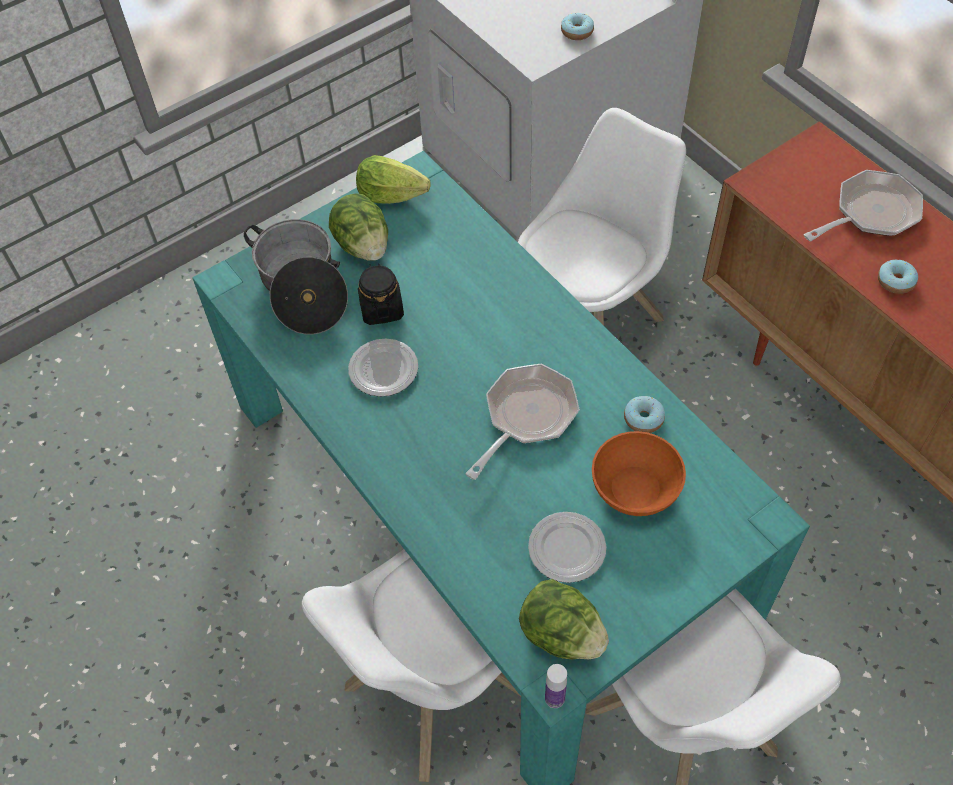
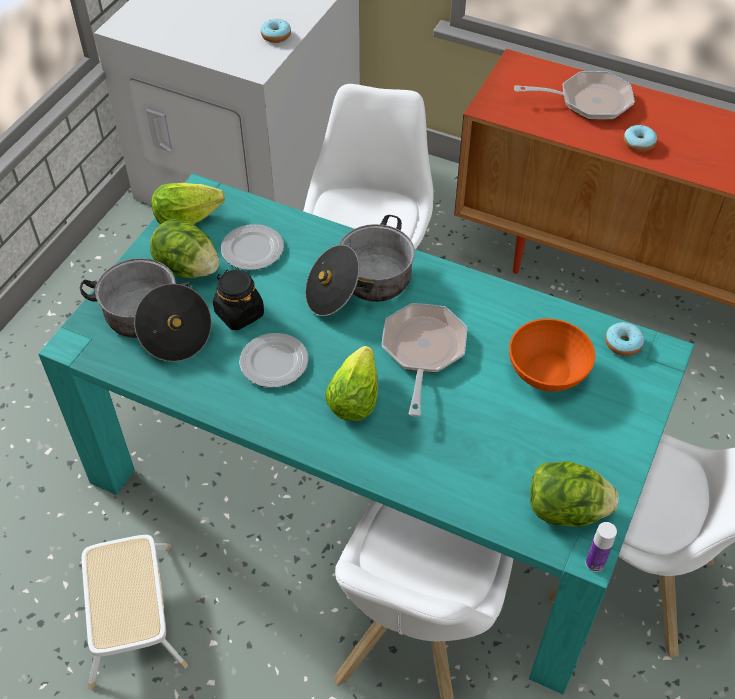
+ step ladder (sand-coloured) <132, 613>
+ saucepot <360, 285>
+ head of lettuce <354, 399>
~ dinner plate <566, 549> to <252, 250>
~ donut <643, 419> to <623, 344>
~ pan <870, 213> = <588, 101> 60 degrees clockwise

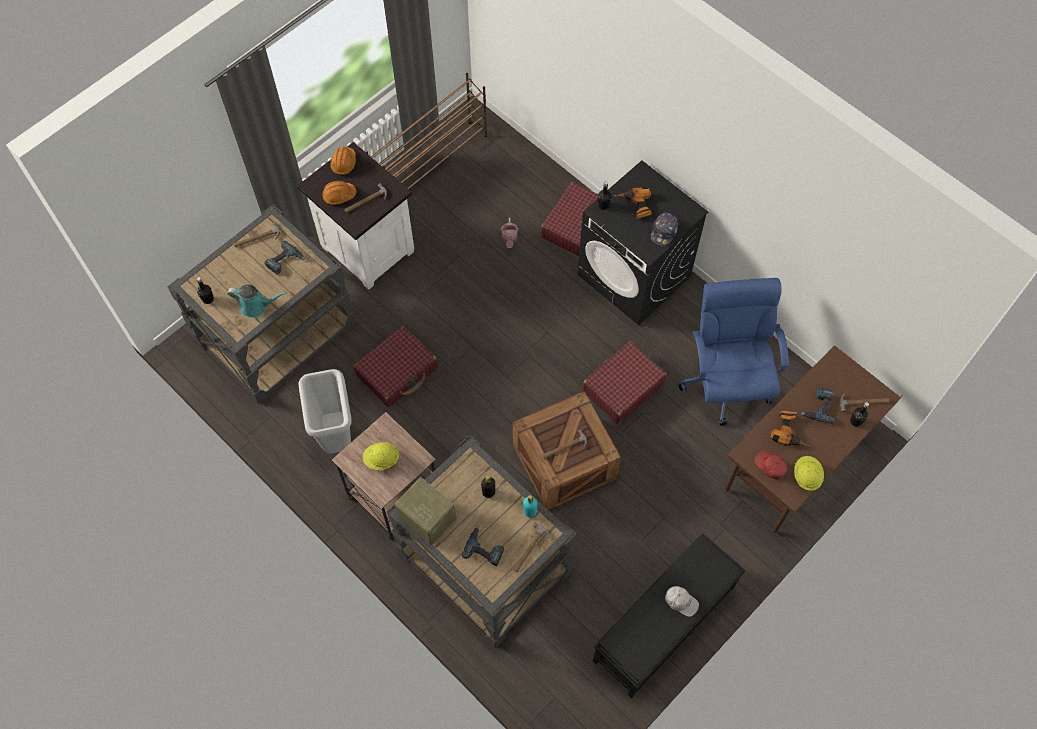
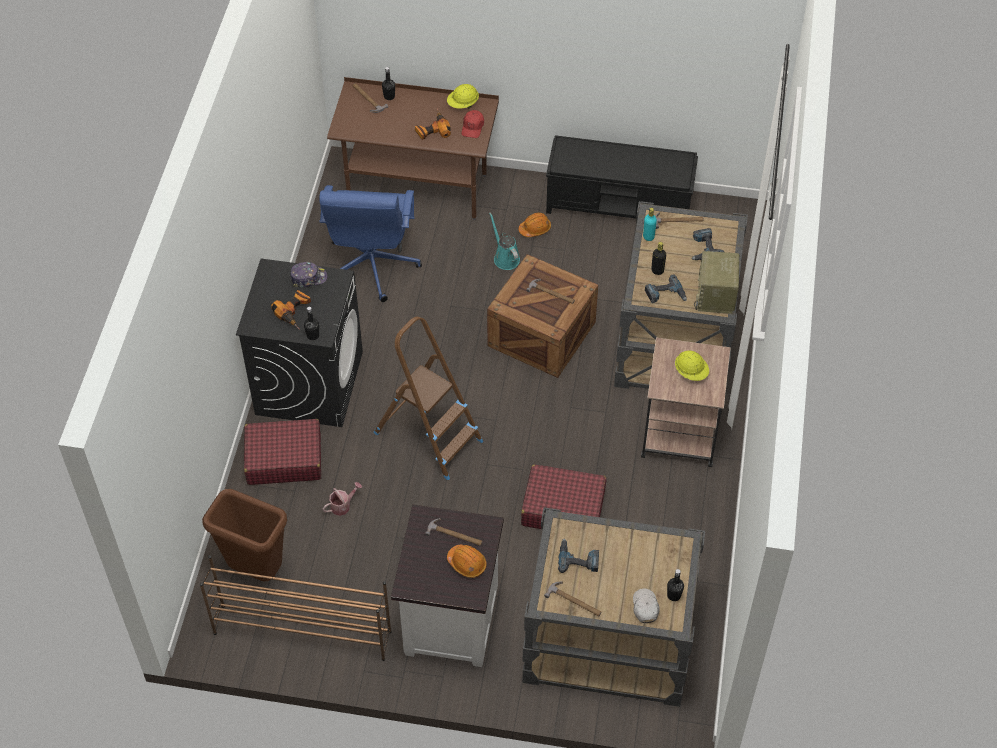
- rubbish bin (greyish) <336, 437>
- suitcase (red) <622, 387>
+ rubbish bin (brown-coloured) <255, 571>
+ step ladder (brown-coloured) <429, 437>
~ watering pot (blue-green) <256, 306> to <505, 257>
~ work helmet (orange) <343, 163> to <535, 229>
~ baseball cap (white) <681, 601> to <645, 608>
~ power drill <818, 406> to <665, 294>
~ computer chair (bluish) <726, 382> = <372, 264> 45 degrees counterclockwise

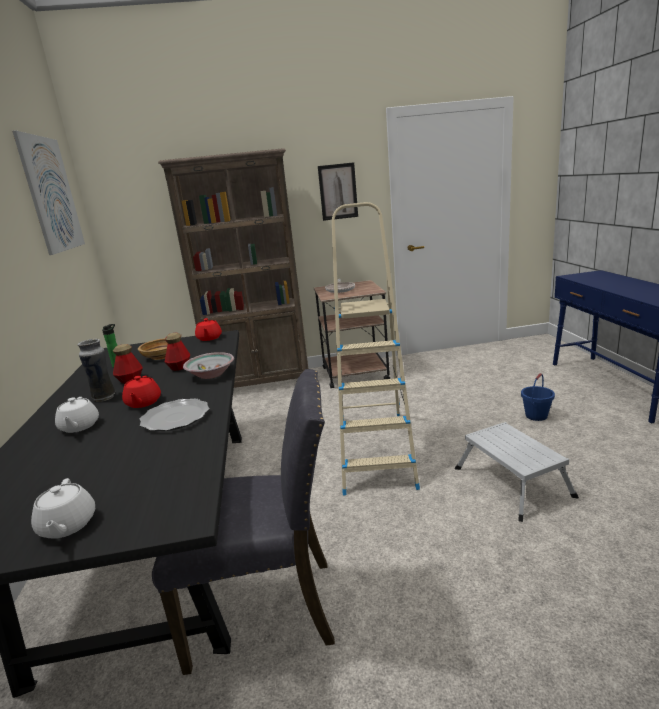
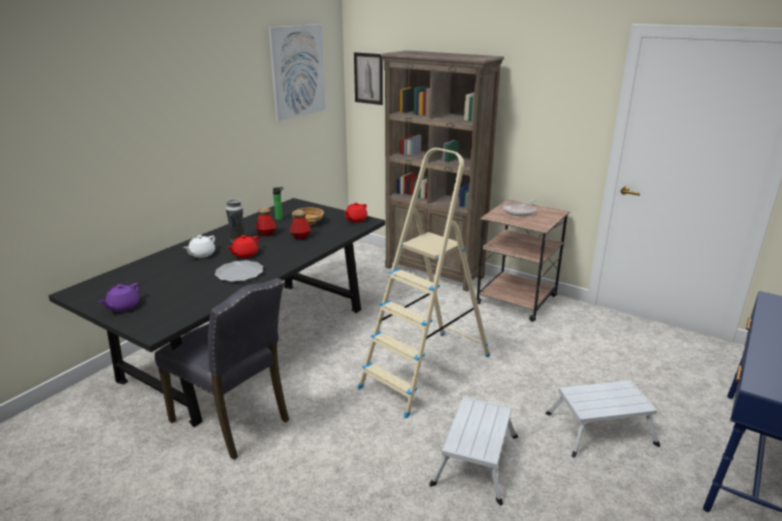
- serving bowl <211, 374>
~ wall art <338, 191> to <368, 78>
~ water bucket (bluish) <536, 415> to step ladder (white) <601, 429>
~ tea pot (white) <67, 526> to tea pot (purple-coloured) <123, 307>

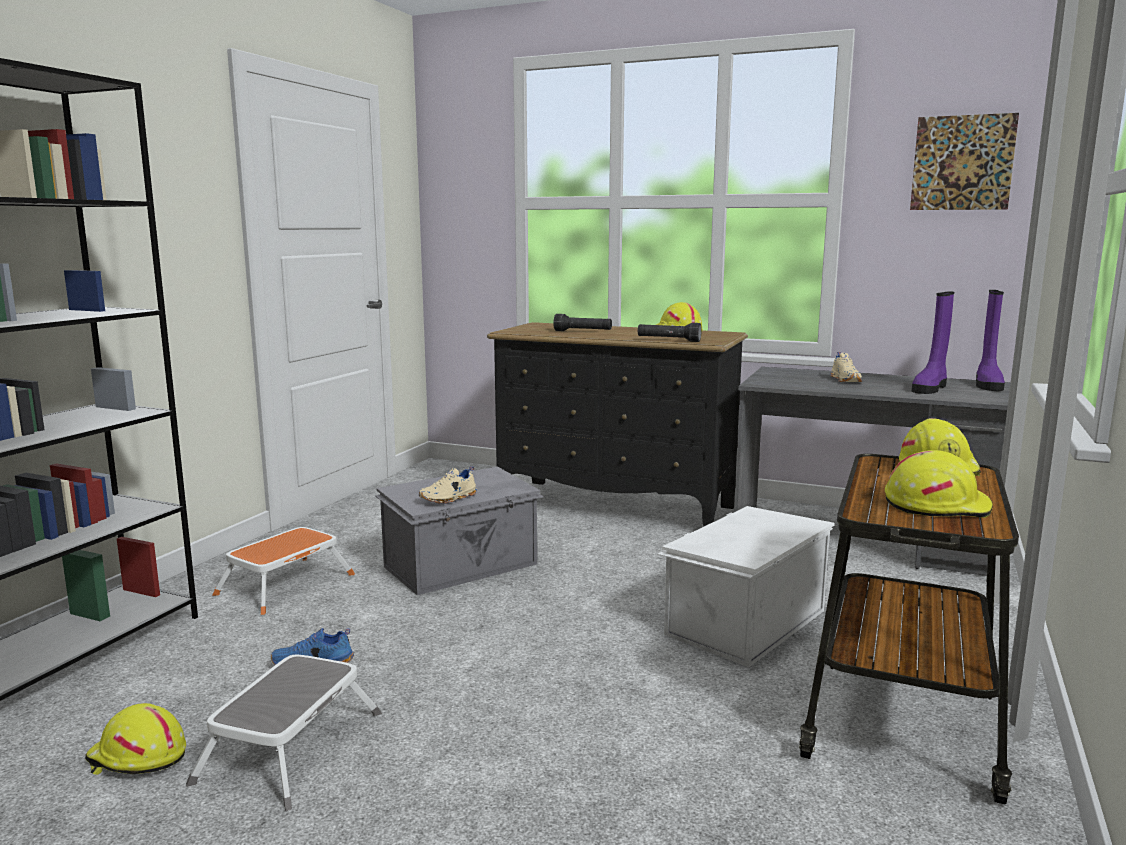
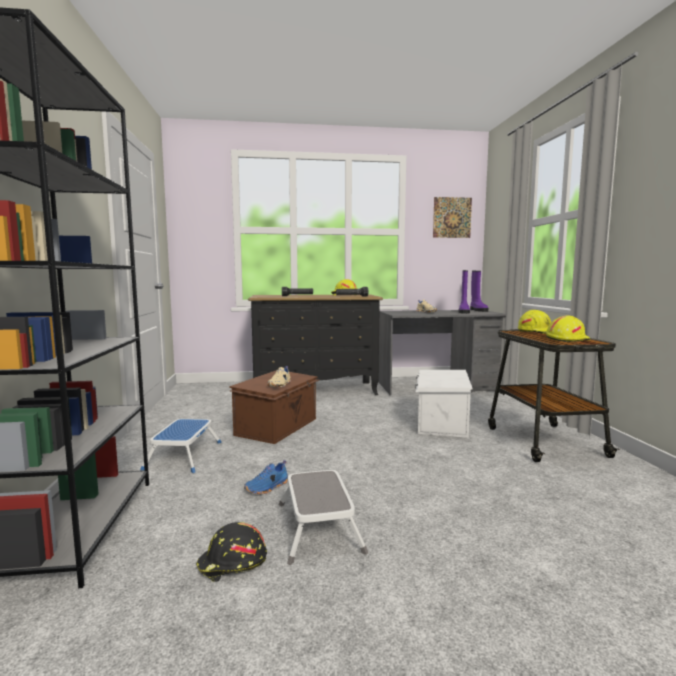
~ work helmet (yellow) <137, 758> to work helmet (black) <232, 564>
~ step ladder (orange) <286, 584> to step ladder (bluish) <184, 455>
~ storage container (greyish) <462, 566> to storage container (brown-coloured) <278, 427>

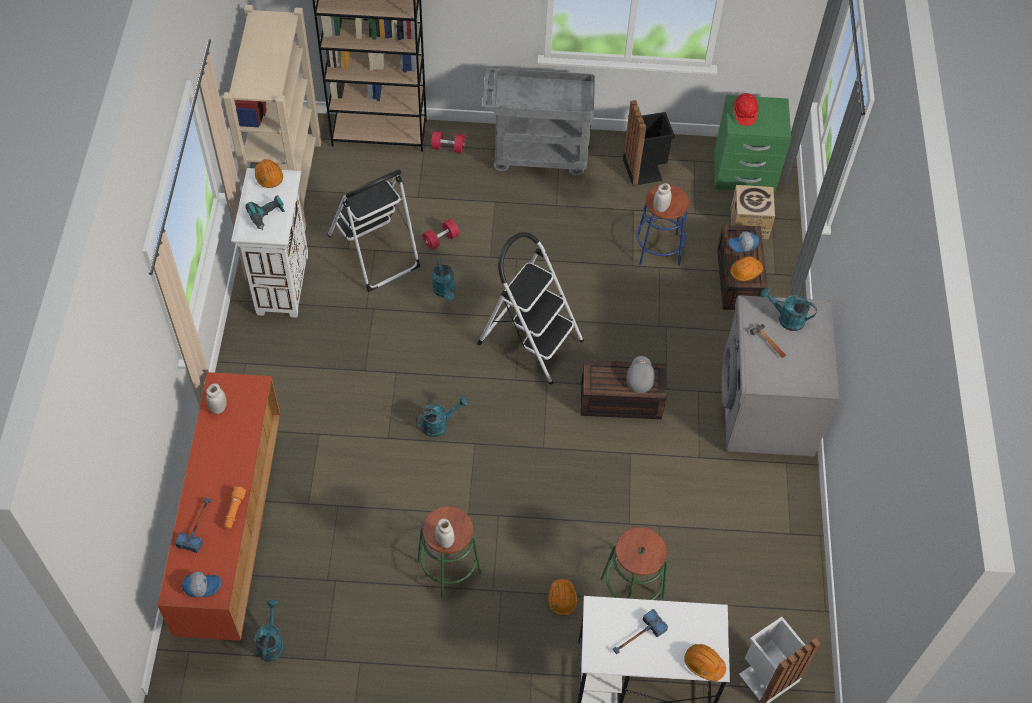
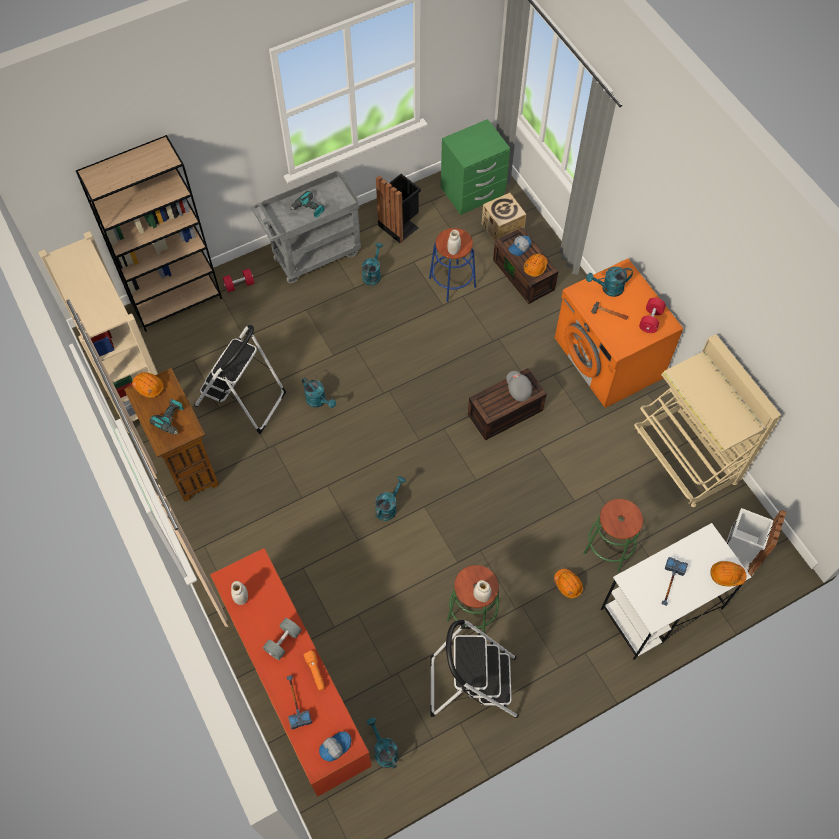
- work helmet (red) <744, 113>
+ free weight (greyish) <283, 641>
+ power drill <308, 209>
+ watering pot (blue-green) <372, 274>
+ shoe rack (sand-coloured) <683, 458>
~ free weight (red) <441, 240> to <650, 320>
~ step ladder <528, 340> to <470, 685>
~ cupboard (white) <282, 284> to cupboard (brown-coloured) <186, 465>
~ laundry appliance (greyish) <764, 408> to laundry appliance (orange) <606, 362>

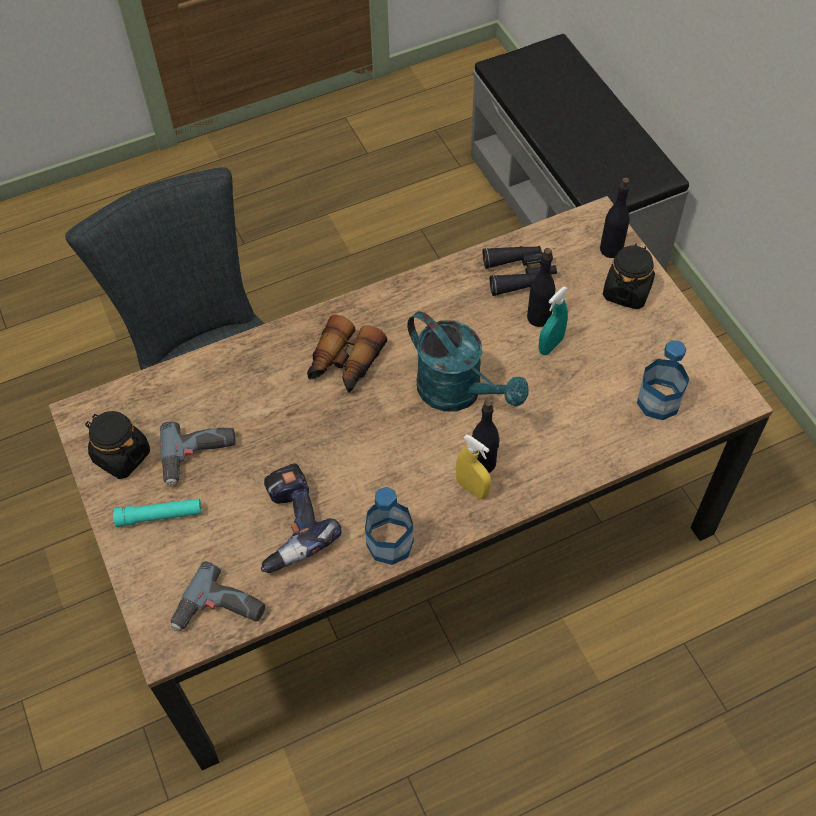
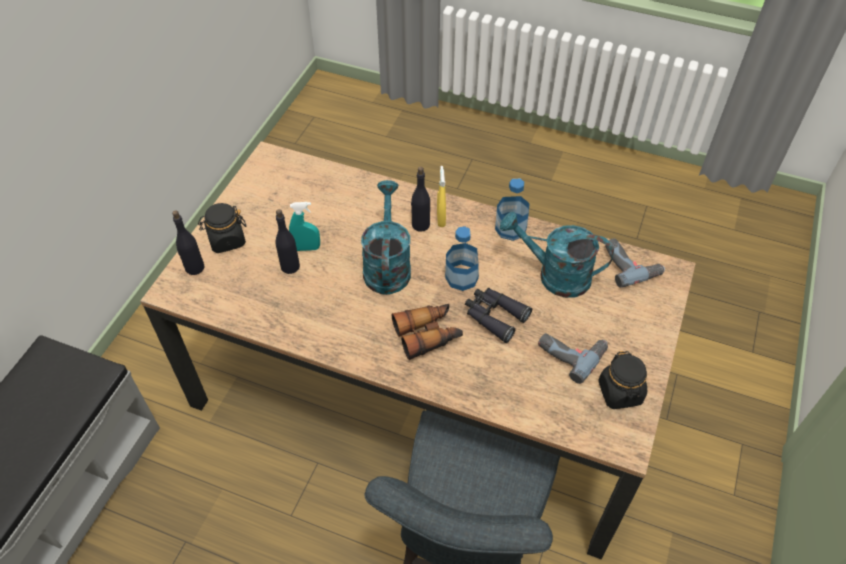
- torch (blue-green) <160, 516>
~ binoculars (black) <520, 274> to <494, 316>
~ beverage bottle <658, 401> to <461, 277>
~ power drill <288, 526> to watering pot (blue-green) <554, 275>

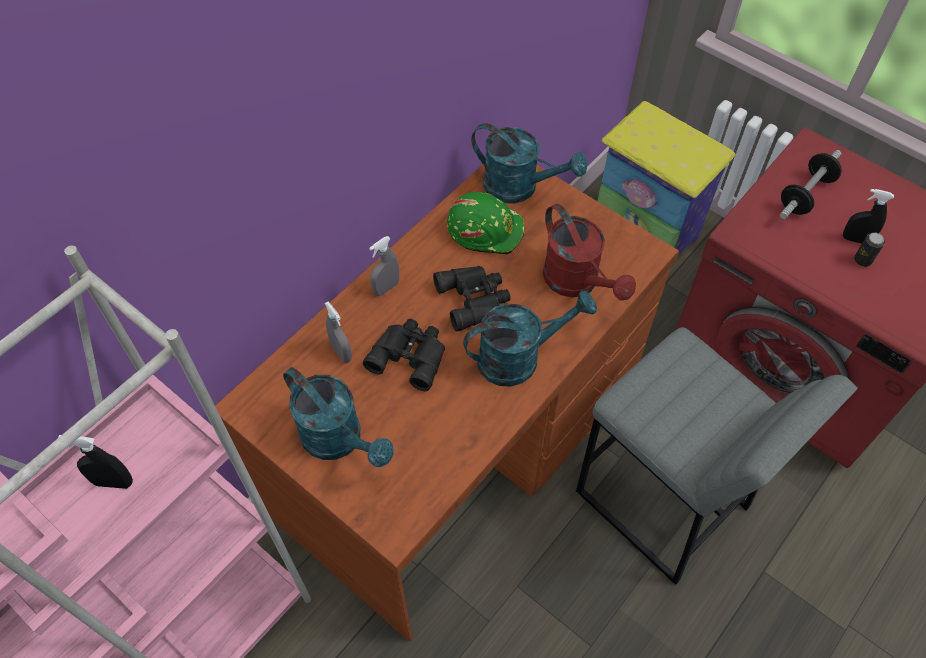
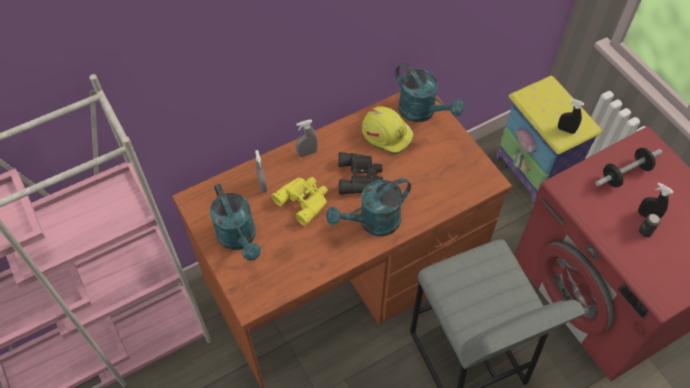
- watering pot (red) <577, 282>
~ hand sprayer (black) <113, 482> to <566, 130>
~ binoculars (black) <410, 355> to binoculars (yellow) <304, 200>
~ work helmet (green-coloured) <485, 229> to work helmet (yellow) <387, 133>
~ watering pot (blue-green) <519, 357> = <373, 223> 150 degrees clockwise

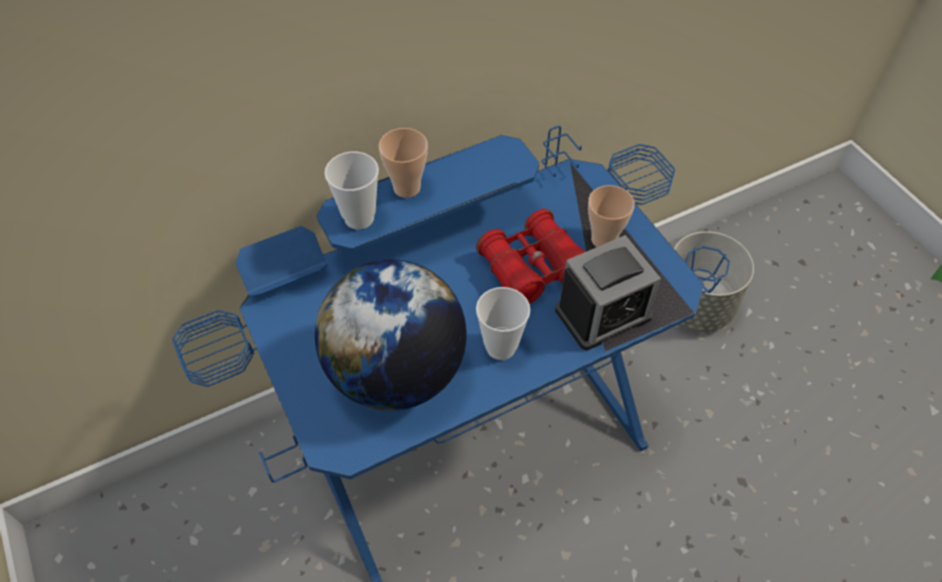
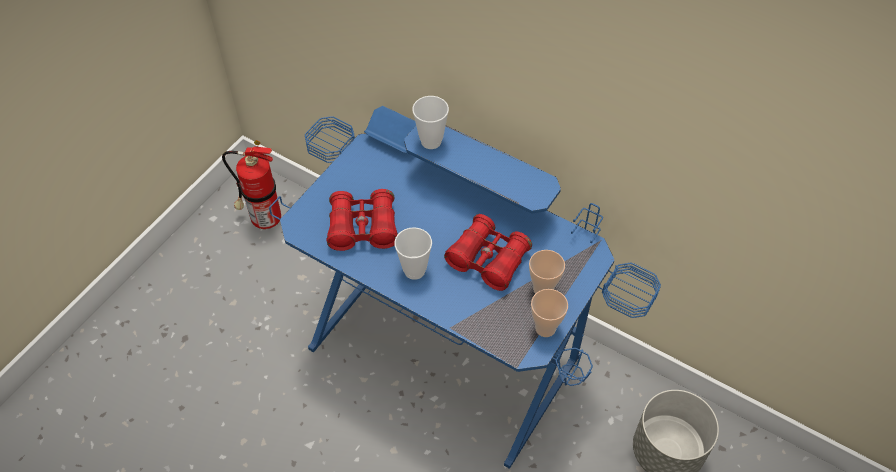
- table clock <603, 313>
+ extinguisher <263, 220>
~ small cup <407, 188> to <545, 328>
~ world globe <397, 372> to binoculars (red) <363, 228>

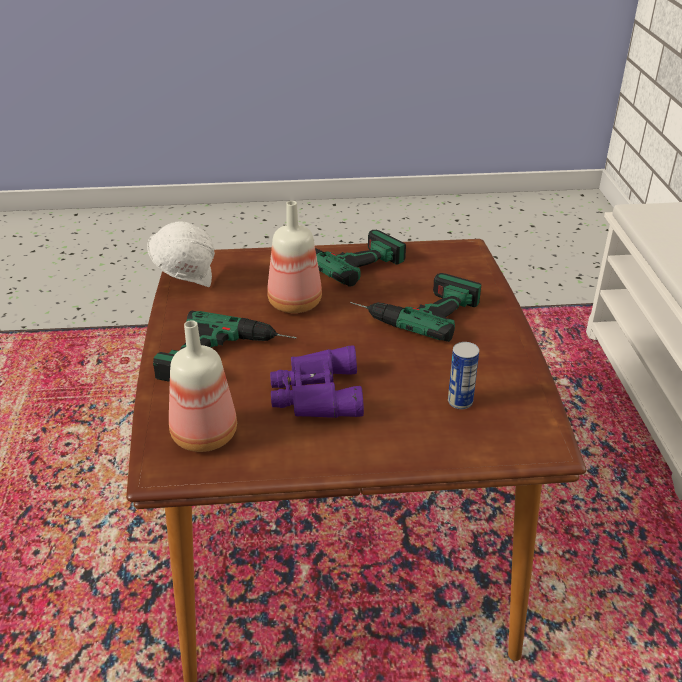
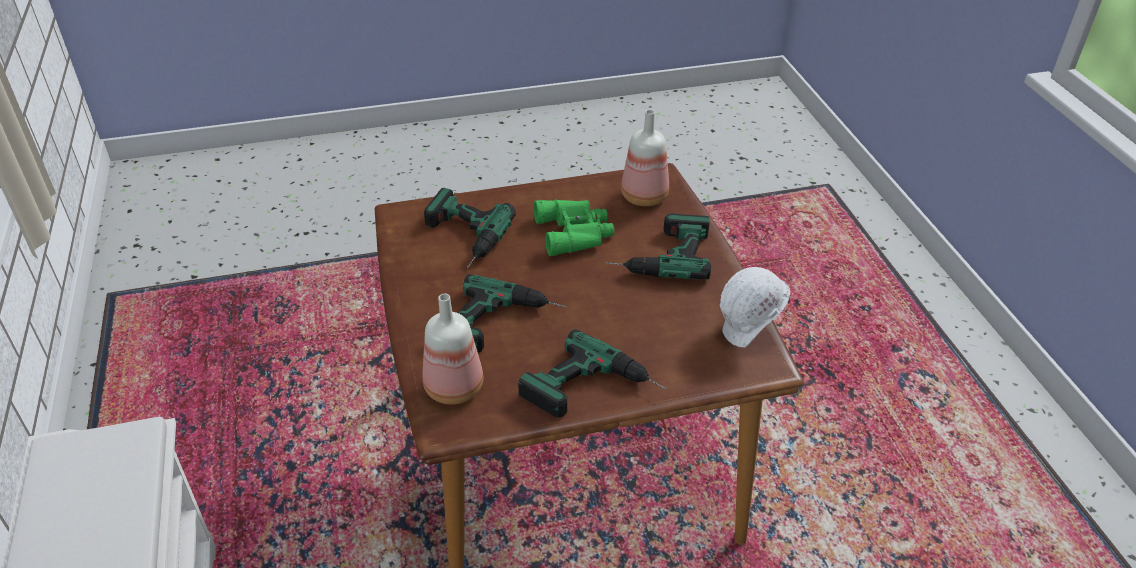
~ beverage bottle <295, 304> to <453, 386>
~ sealed can <460, 402> to power drill <460, 238>
~ binoculars (purple-coloured) <315, 394> to binoculars (green-coloured) <575, 232>

